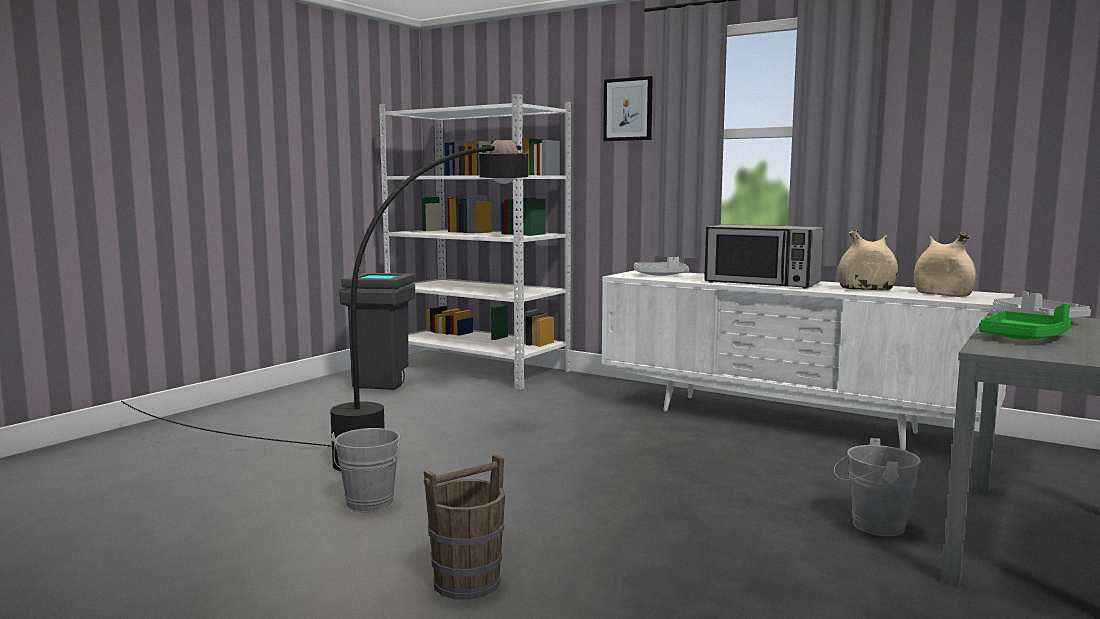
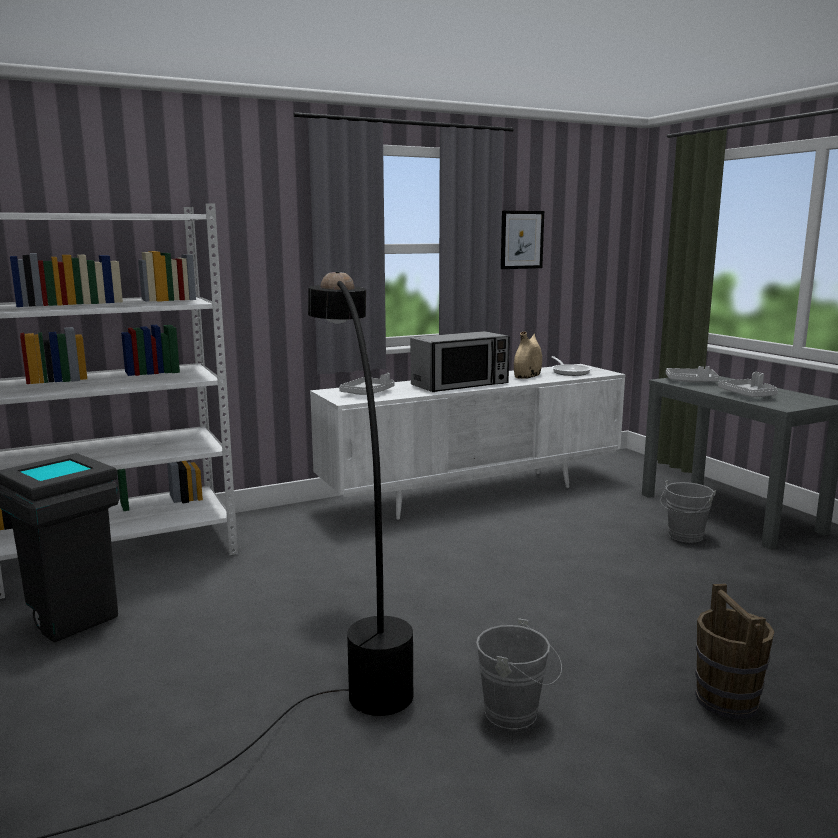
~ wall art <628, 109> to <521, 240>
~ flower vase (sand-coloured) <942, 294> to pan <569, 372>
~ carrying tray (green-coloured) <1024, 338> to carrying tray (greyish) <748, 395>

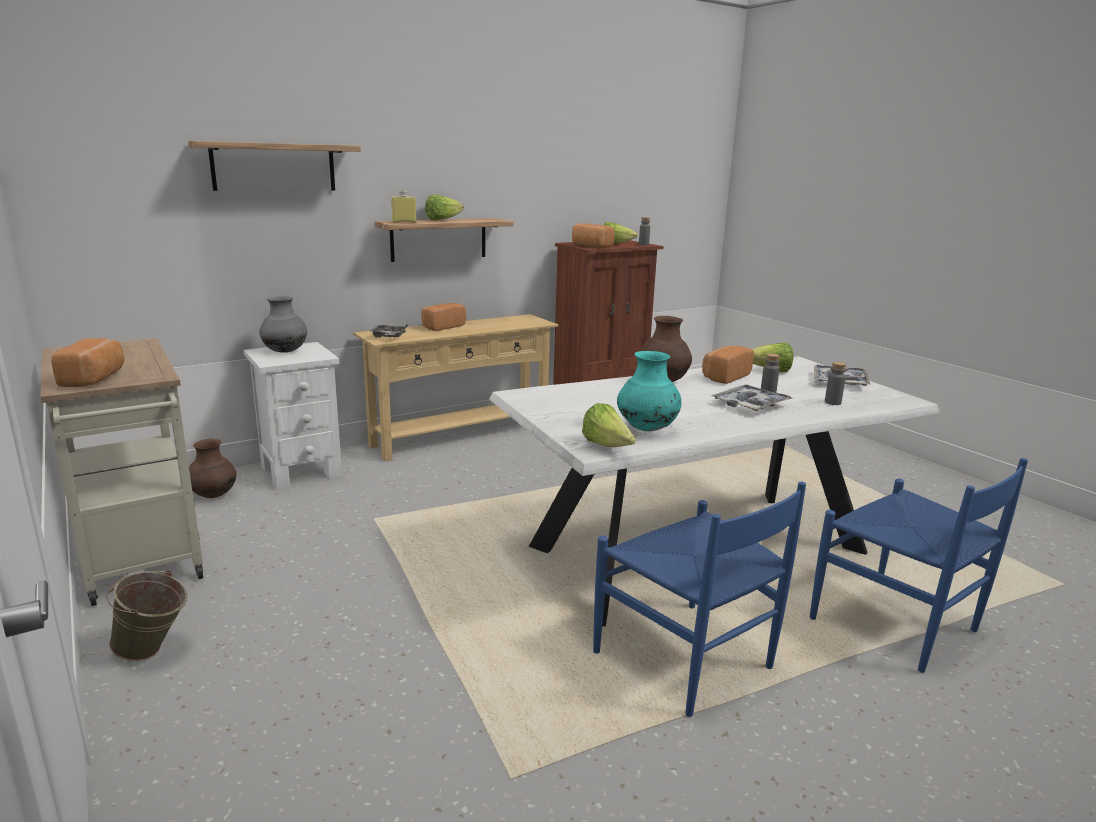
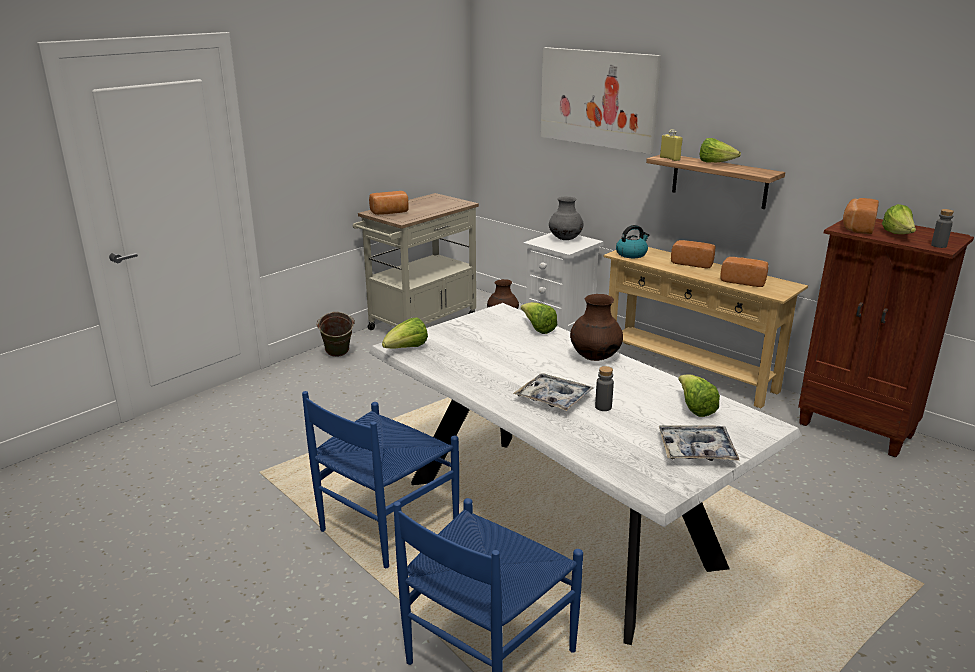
- flower vase (blue-green) <647, 429>
- beverage bottle (greyish) <832, 402>
+ head of lettuce <538, 329>
~ bread <724, 377> to <743, 281>
~ bracket shelf <274, 167> to wall art <598, 98>
~ carrying tray (greyish) <388, 337> to tea kettle <631, 254>

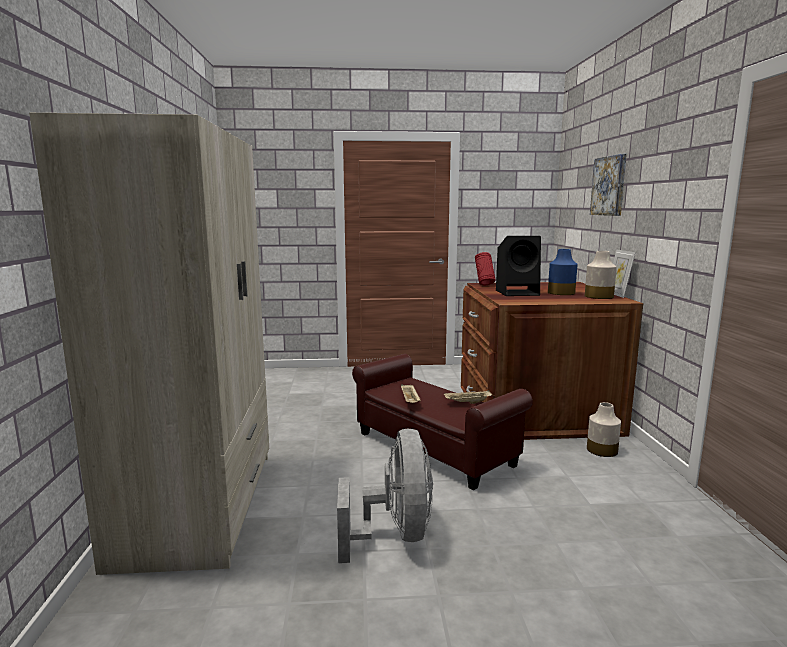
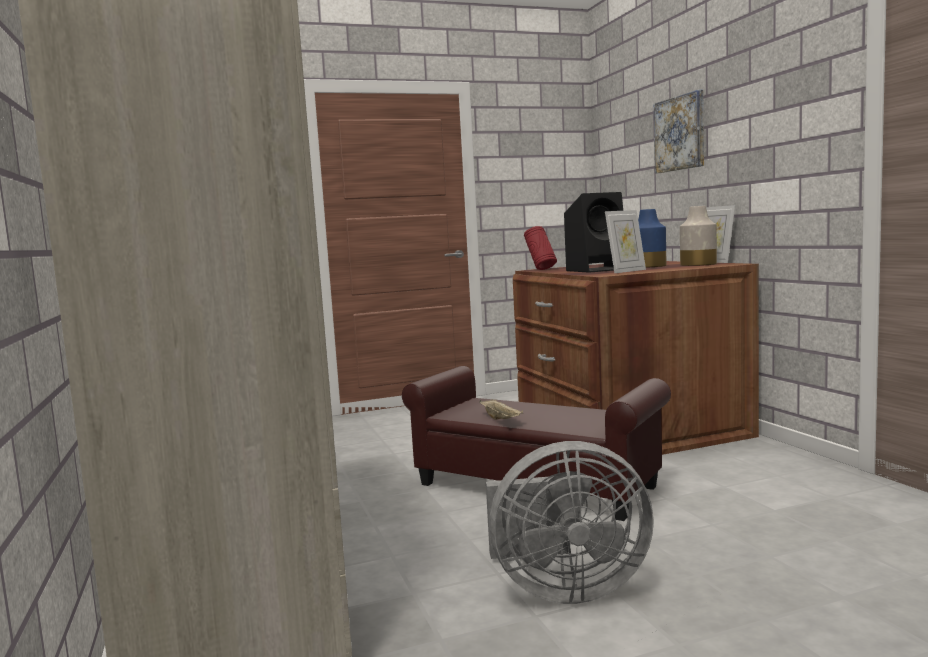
- carrying tray (sand-coloured) <467, 403>
- flower vase (sand-coloured) <601, 450>
+ picture frame <626, 271>
~ cooling fan (greyish) <395, 534> = <563, 588> 105 degrees clockwise

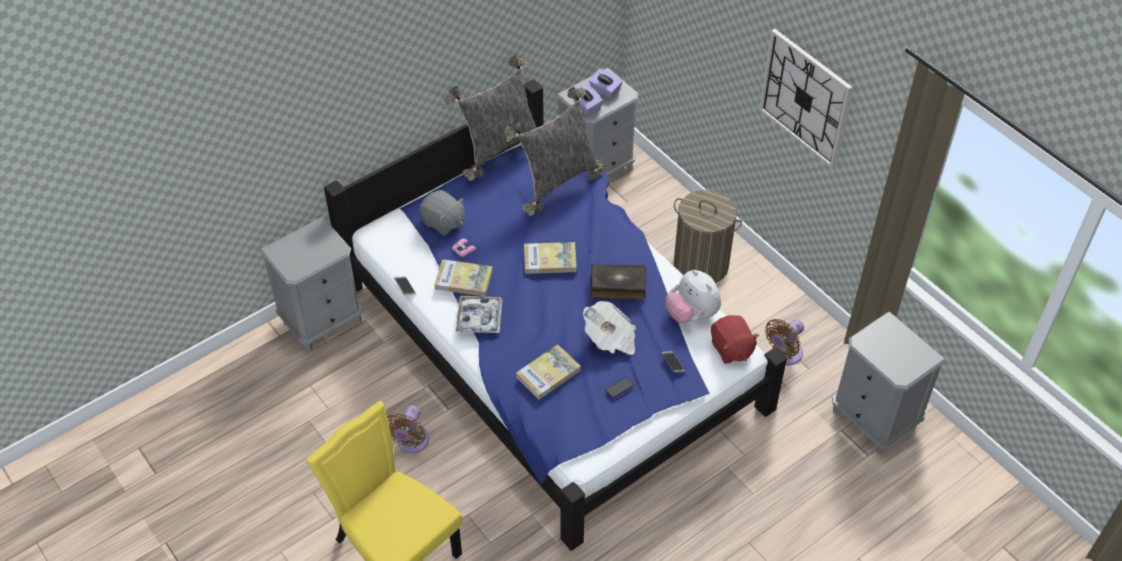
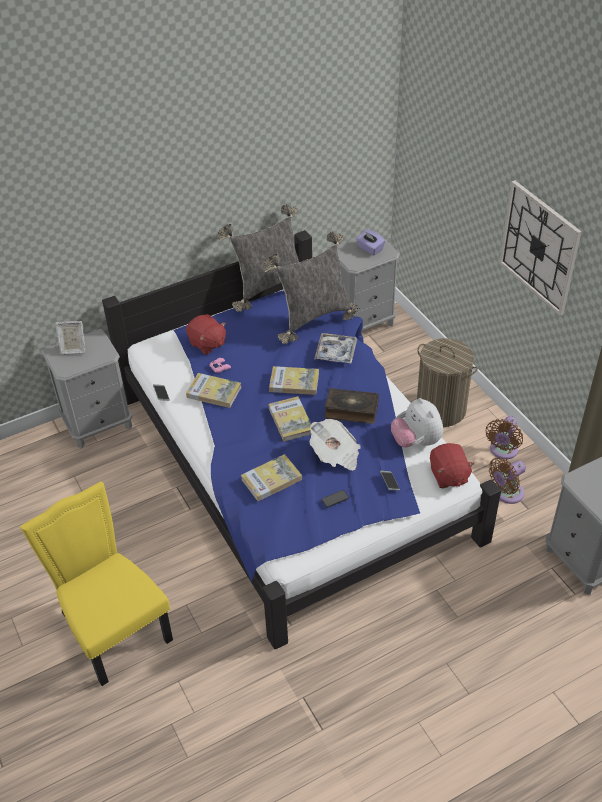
- tissue box (purple-coloured) <586, 107>
+ picture frame <73, 349>
+ book <291, 420>
~ cooling fan (brown-coloured) <411, 442> to <502, 451>
~ carrying tray <479, 318> to <336, 352>
~ plush toy (greyish) <443, 222> to plush toy (red) <207, 344>

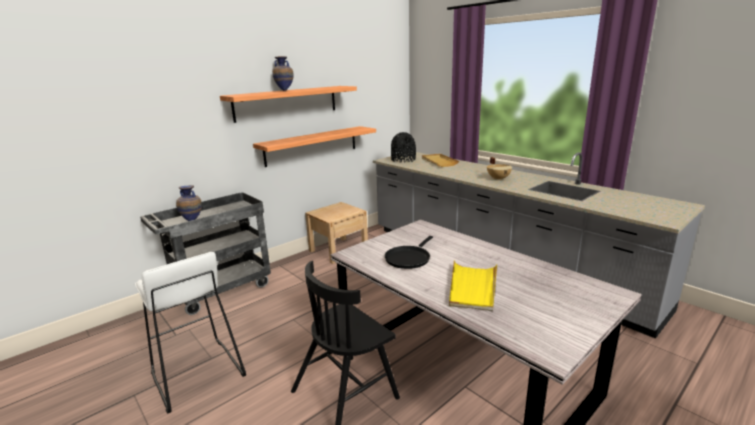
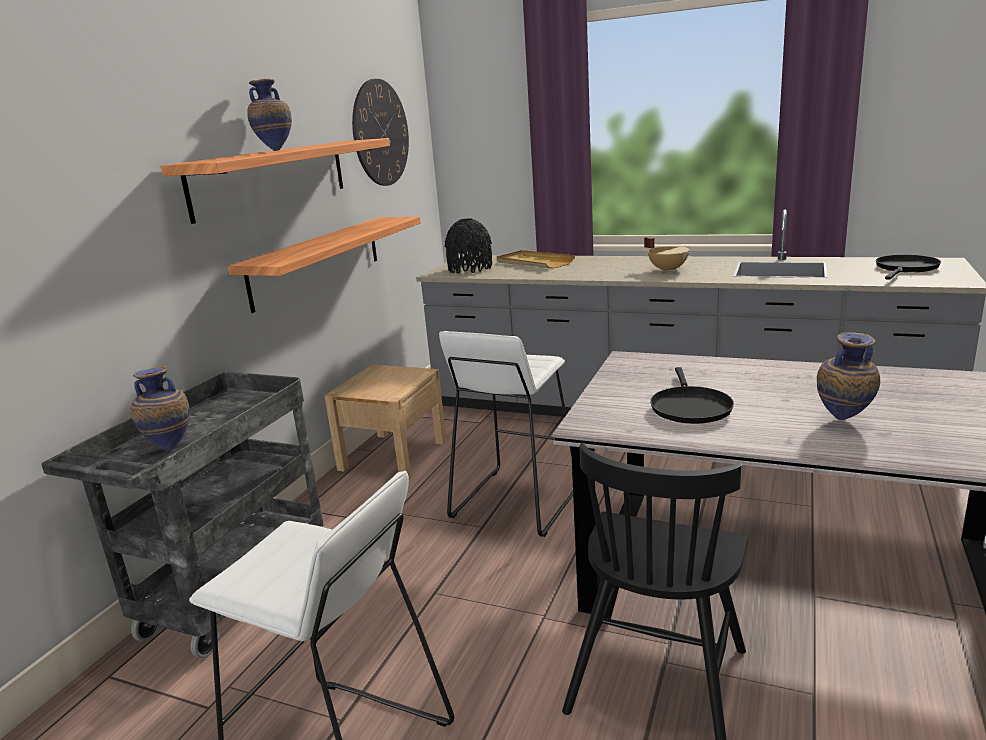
+ wall clock <380, 133>
+ stool (white) <514, 502>
+ pan (black) <905, 268>
~ carrying tray (yellow) <472, 287> to flower vase <843, 421>

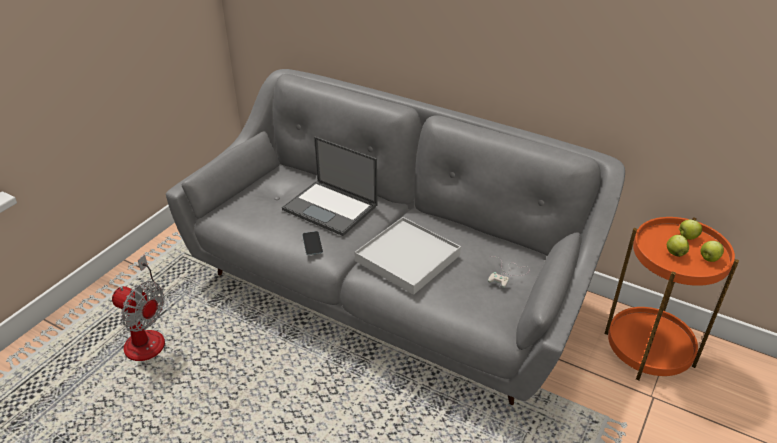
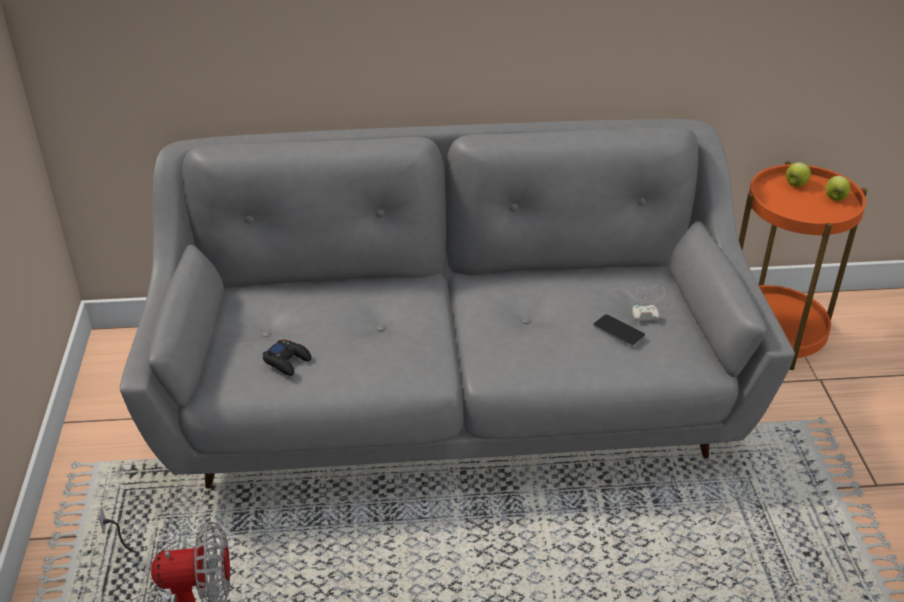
- laptop <331, 208>
- carrying tray (white) <408, 258>
- apple <675, 253>
+ joypad (black) <287, 361>
~ telephone <312, 243> to <619, 330>

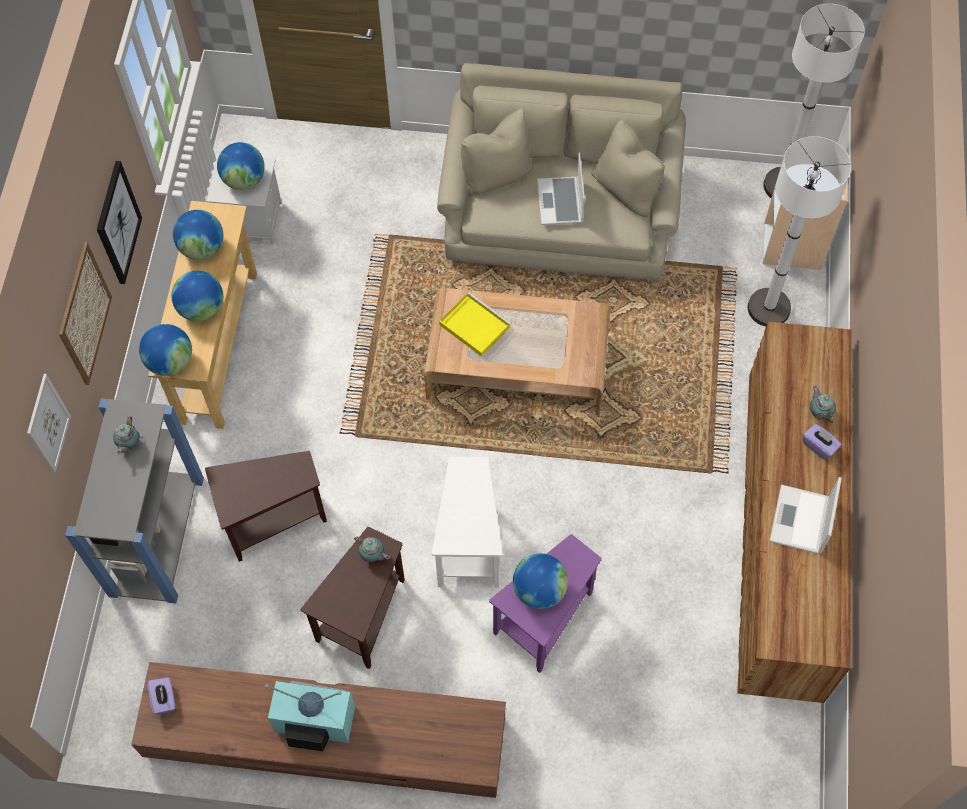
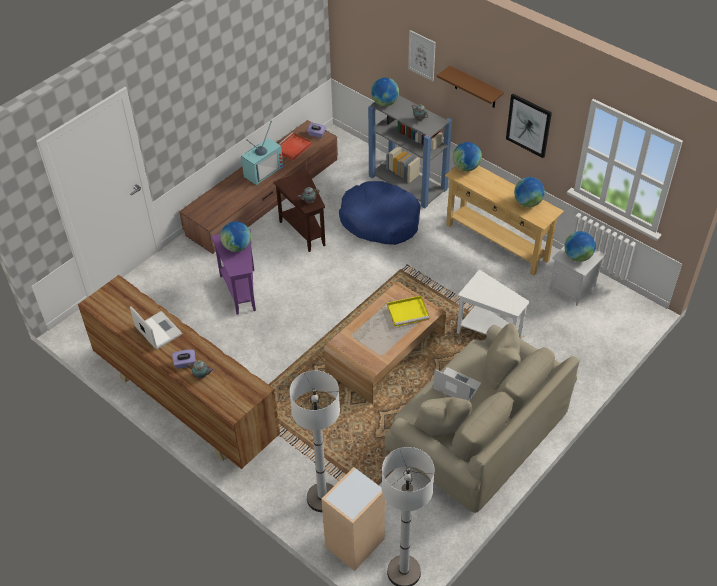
+ carrying tray (red) <292, 148>
~ world globe <202, 309> to <384, 103>
~ end table (white) <469, 548> to <487, 333>
~ wall art <84, 313> to bracket shelf (brown-coloured) <475, 88>
~ end table (brown-coloured) <271, 523> to pet bed (bluish) <380, 221>

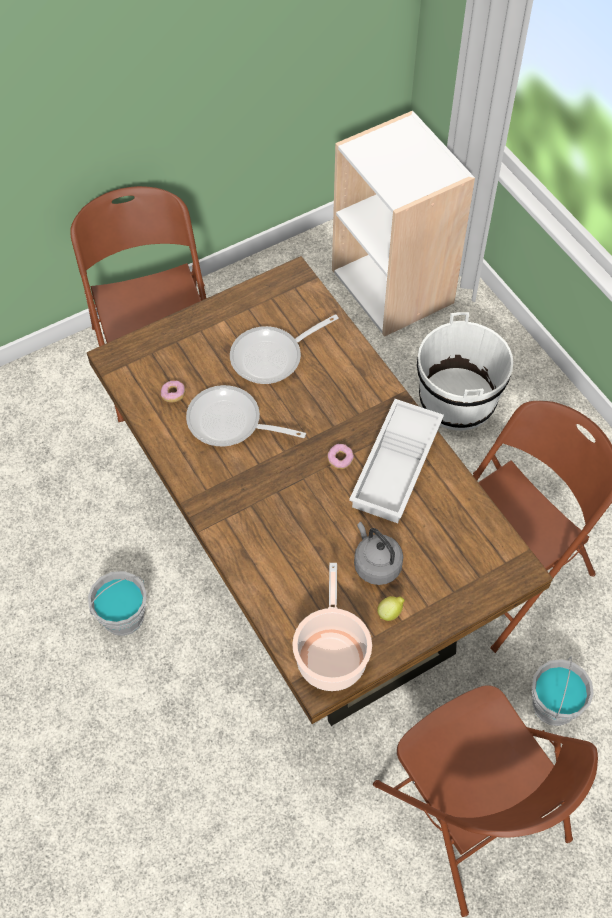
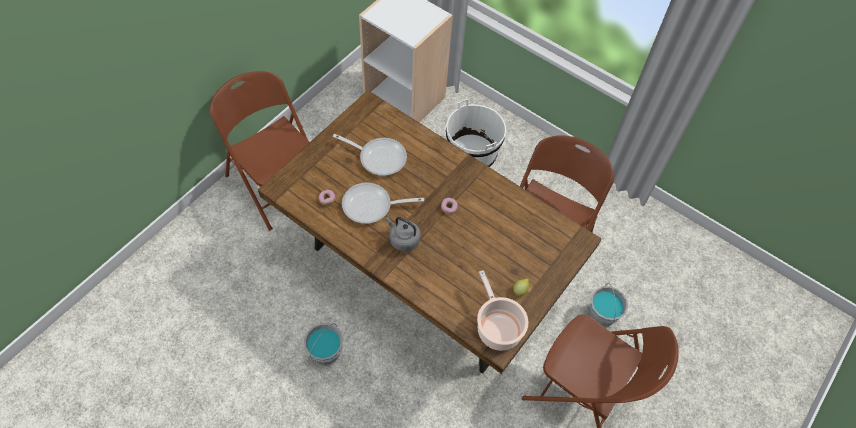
- carrying tray (white) <397, 467>
~ tea kettle (greyish) <375, 564> to <403, 240>
~ pan <272, 357> = <379, 157> 105 degrees counterclockwise

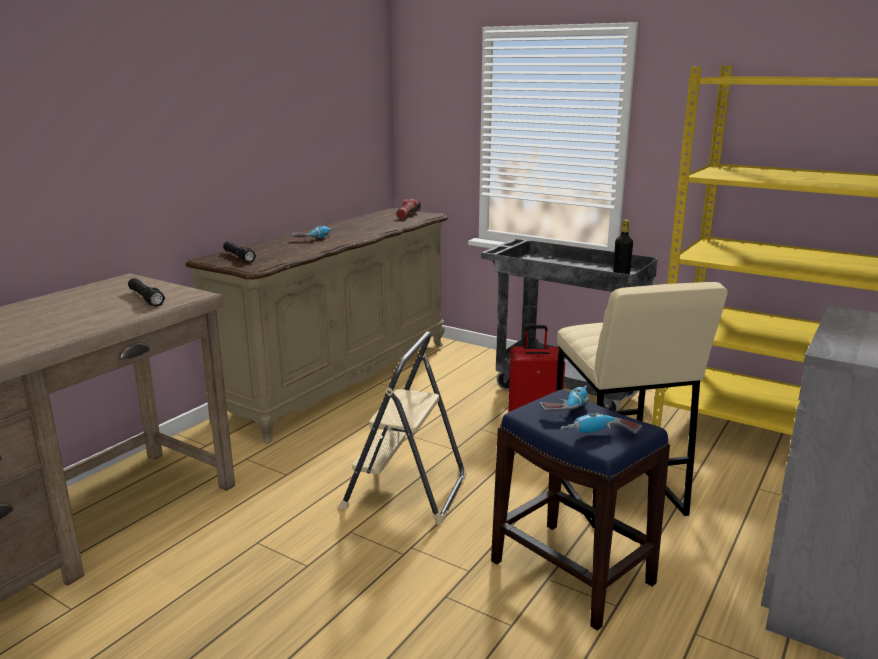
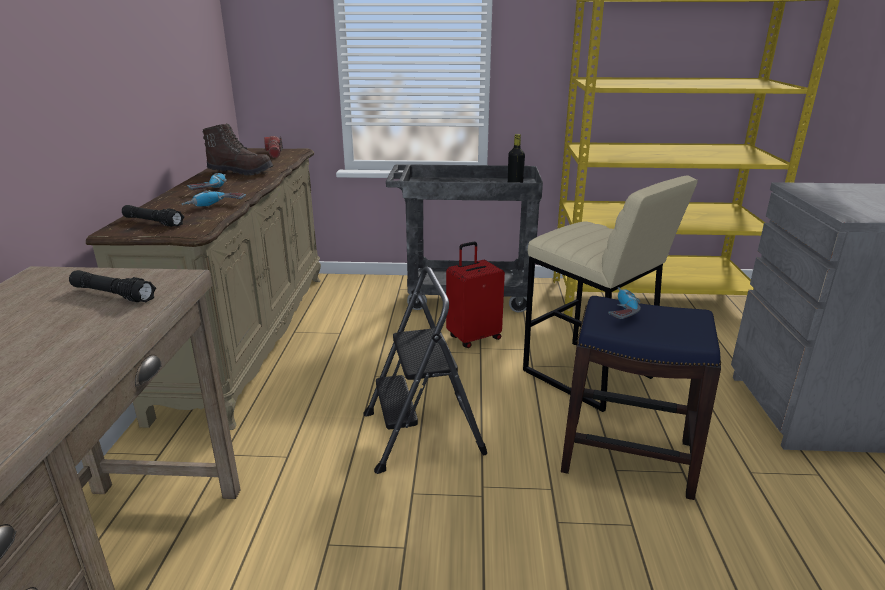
+ high-top boot (brown-coloured) <241, 172>
~ power drill <600, 435> to <215, 206>
~ step ladder (sand-coloured) <409, 492> to step ladder (black) <428, 432>

